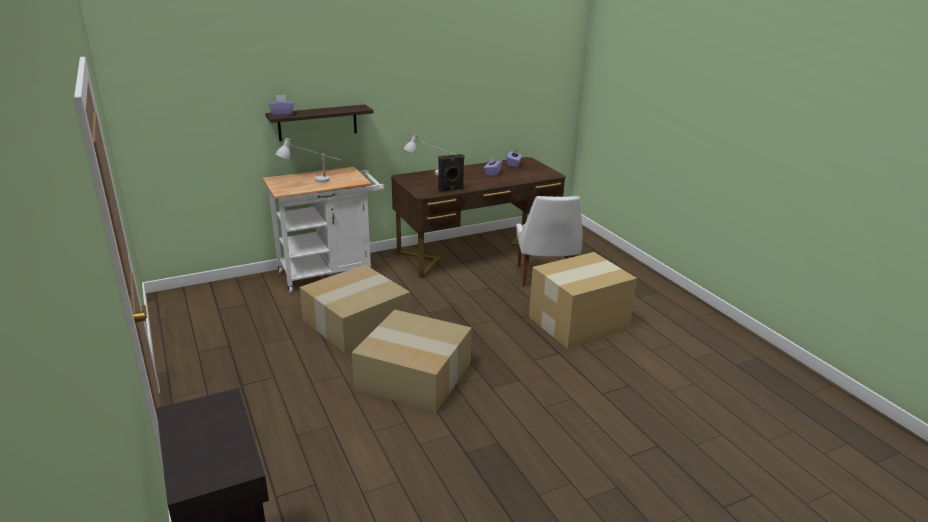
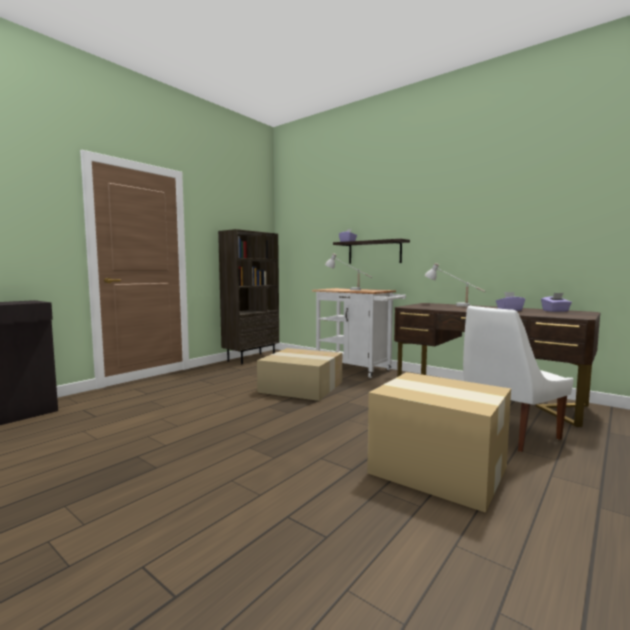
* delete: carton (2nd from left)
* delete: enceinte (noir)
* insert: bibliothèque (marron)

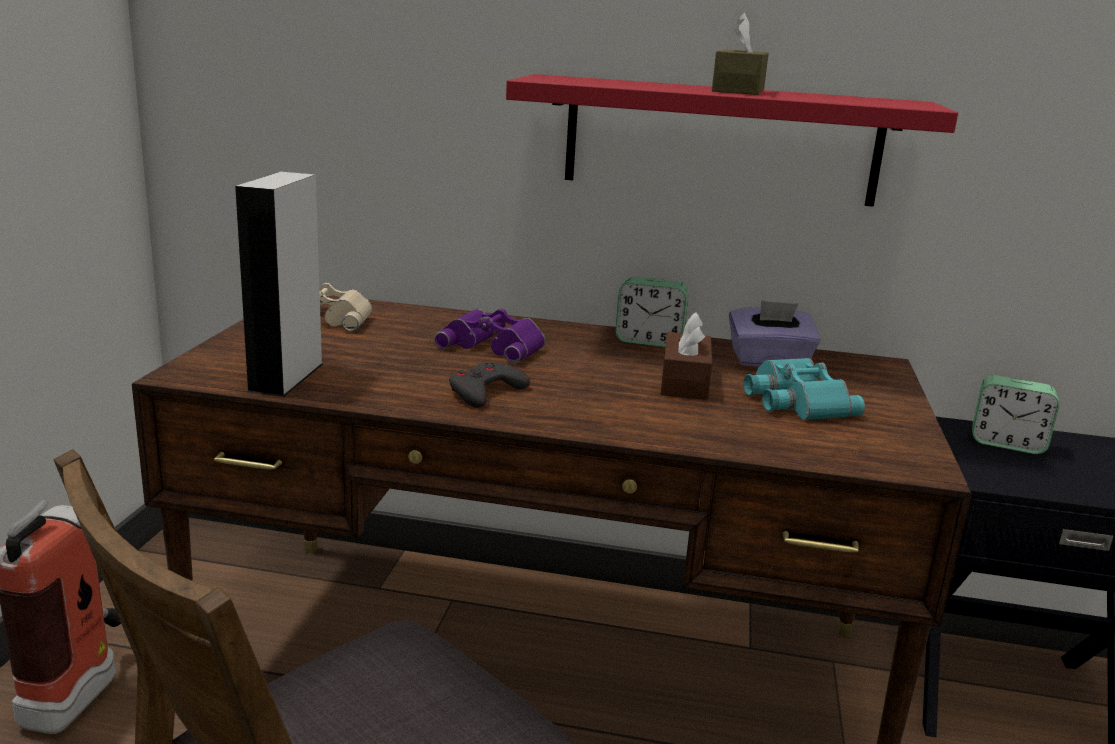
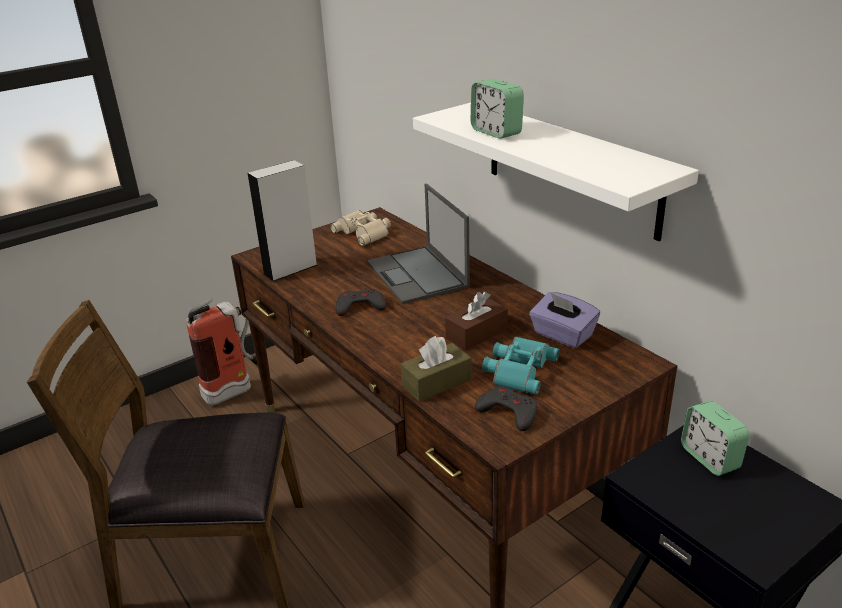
* replace: jumelles (violet) to ordinateur portable
* recolor: étagère (rouge) to étagère (blanc)
* move: réveil (1st from left)
* move: boîte à mouchoirs (marron) (2nd from left in the first image) to boîte à mouchoirs (marron) (1st from left)
* insert: manette (gris) (2nd from left)

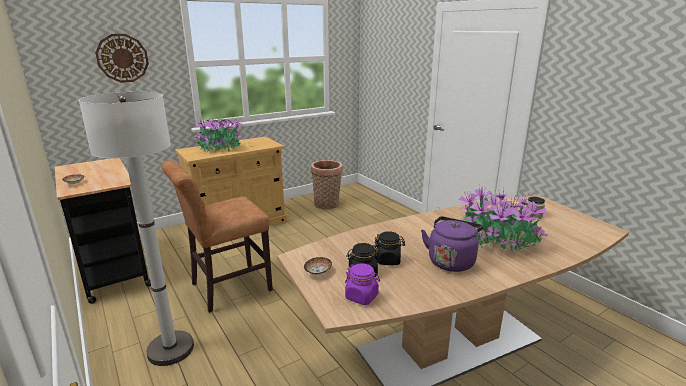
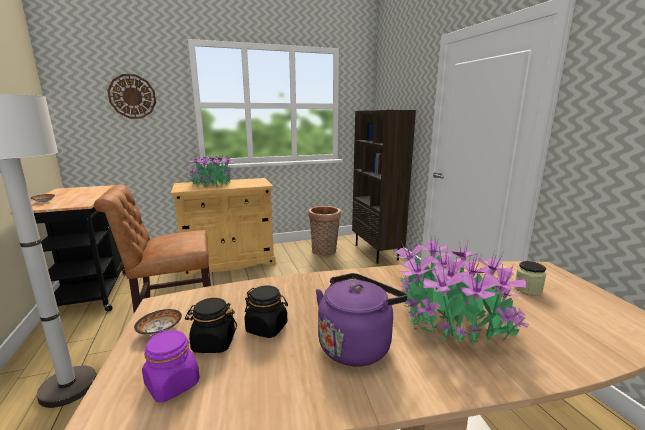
* insert: bibliothèque (marron)

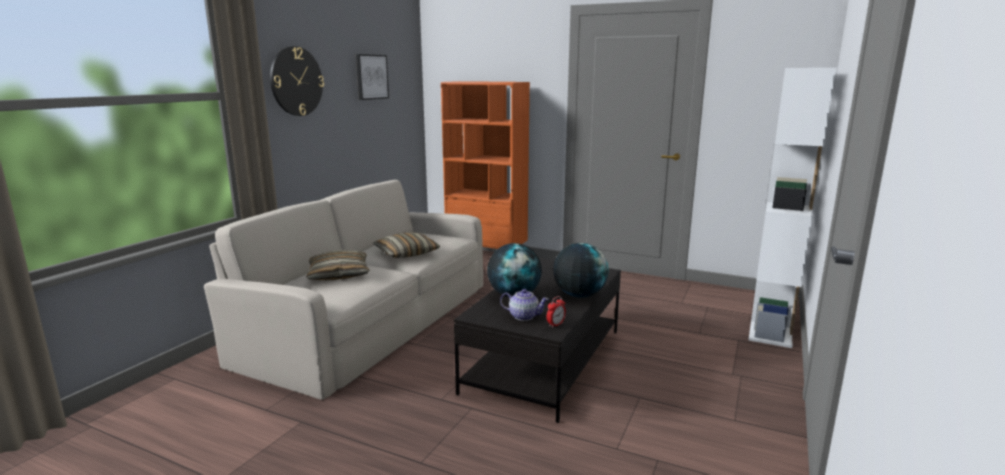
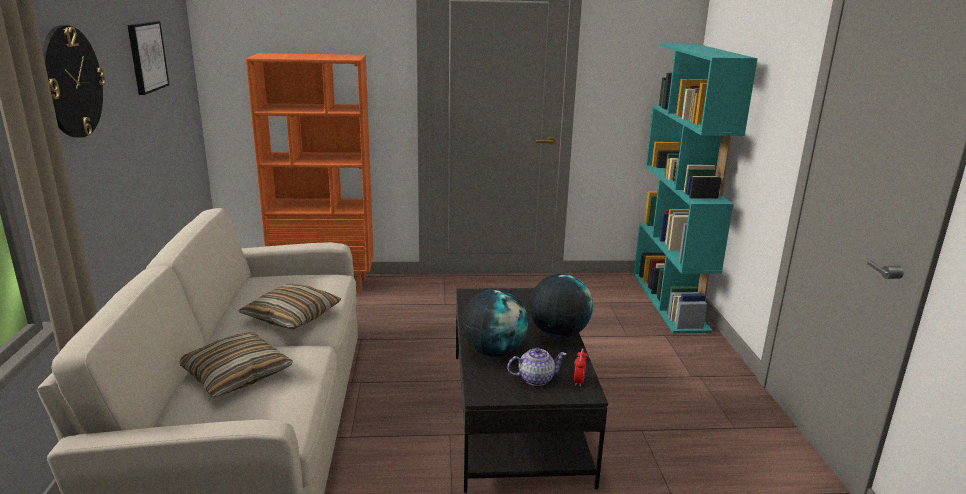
* recolor: bibliothèque (blanc) to bibliothèque (turquoise)

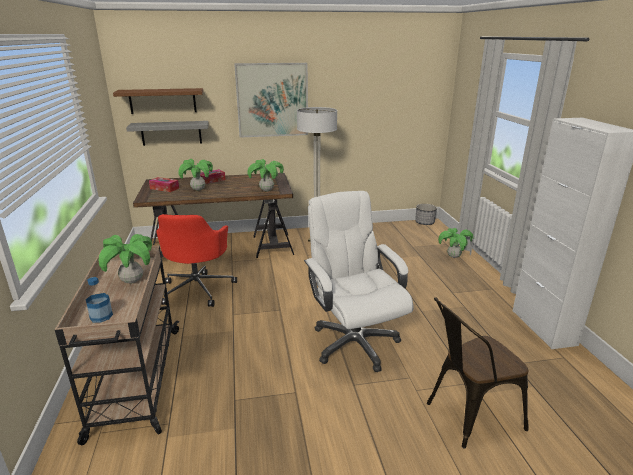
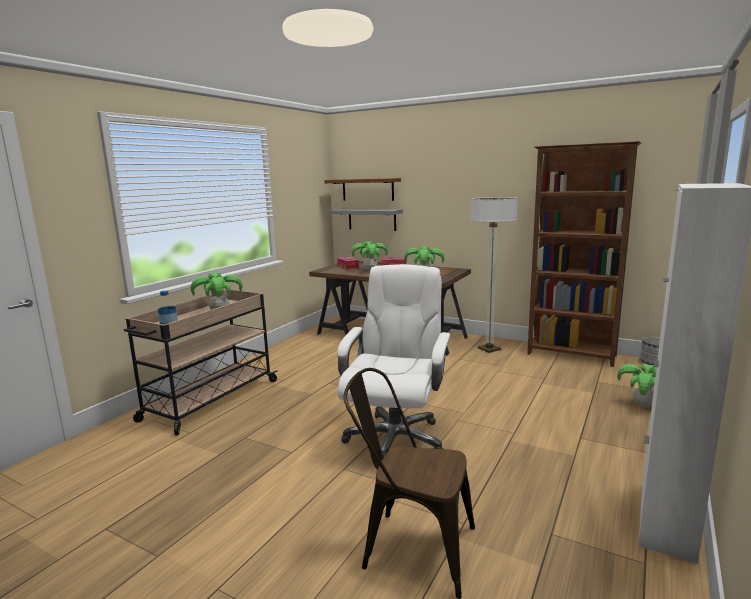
* delete: chaise de bureau (rouge)
* delete: tableau
* insert: bibliothèque (marron)

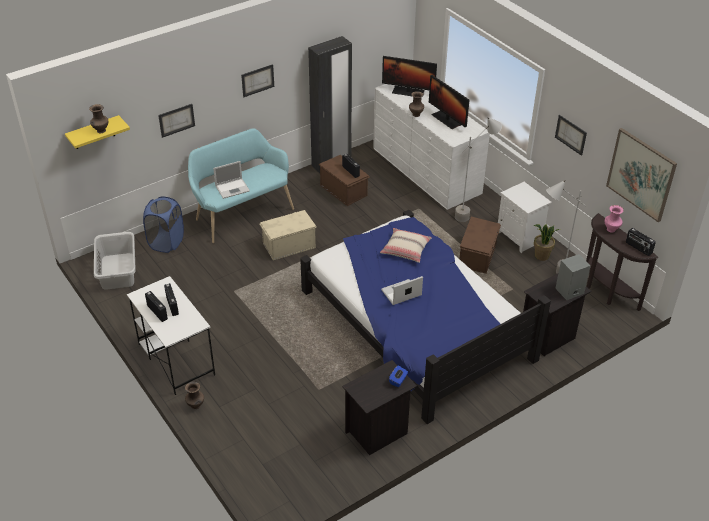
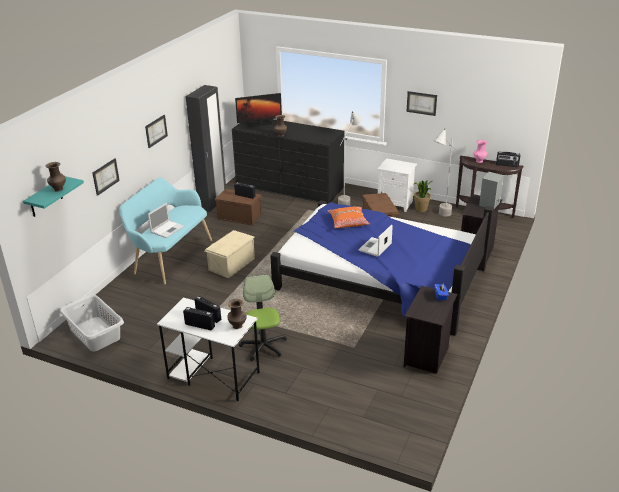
* recolor: étagère (jaune) to étagère (turquoise)
* delete: panier à linge (bleu)
* move: vase (marron) (2nd from left)
* recolor: commode (blanc) to commode (noir)
* recolor: coussin (beige) to coussin (orange)
* delete: écran d'ordinateur (2nd from left)
* delete: tableau (4th from left)
* insert: chaise de bureau

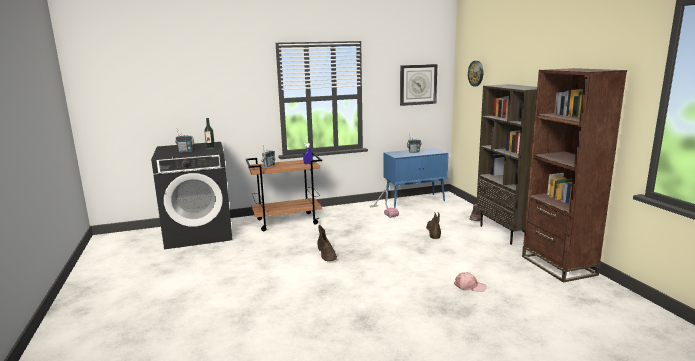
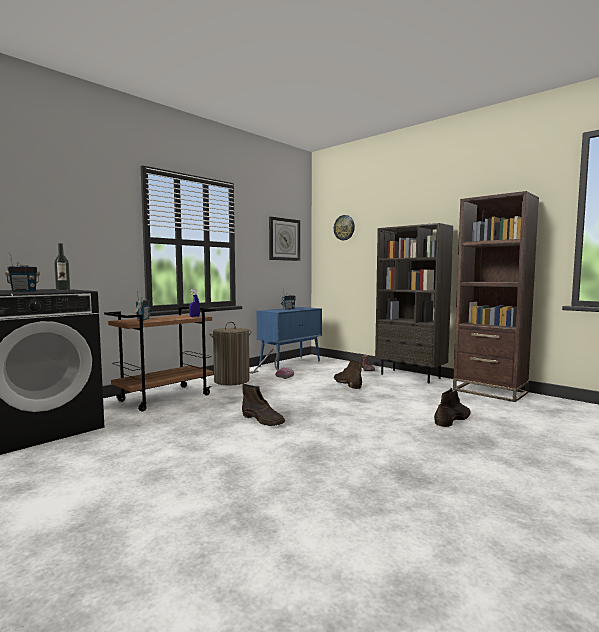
* replace: casquette (rose) to botte (marron) (4th from left)
* insert: panier à linge

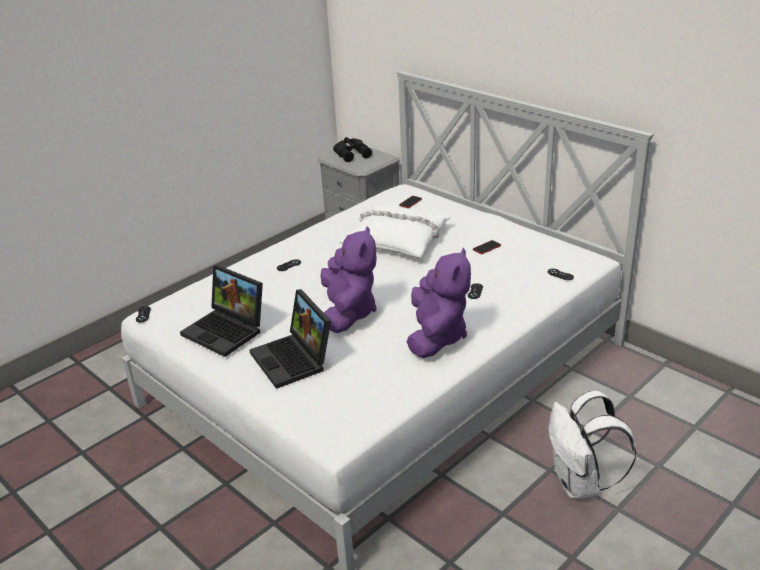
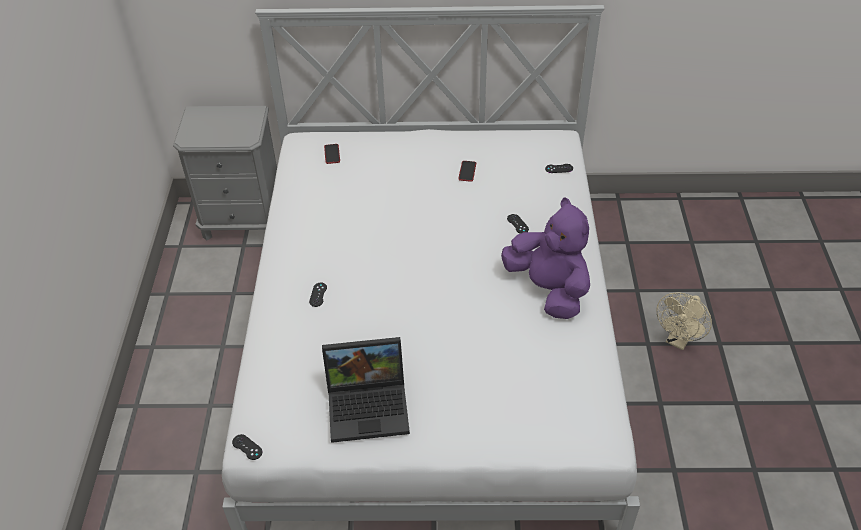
* delete: ordinateur portable (2nd from left)
* delete: peluche (violet) (1st from left)
* delete: jumelles (noir)
* delete: coussin (blanc)
* replace: sac à dos (blanc) to ventilateur (beige)

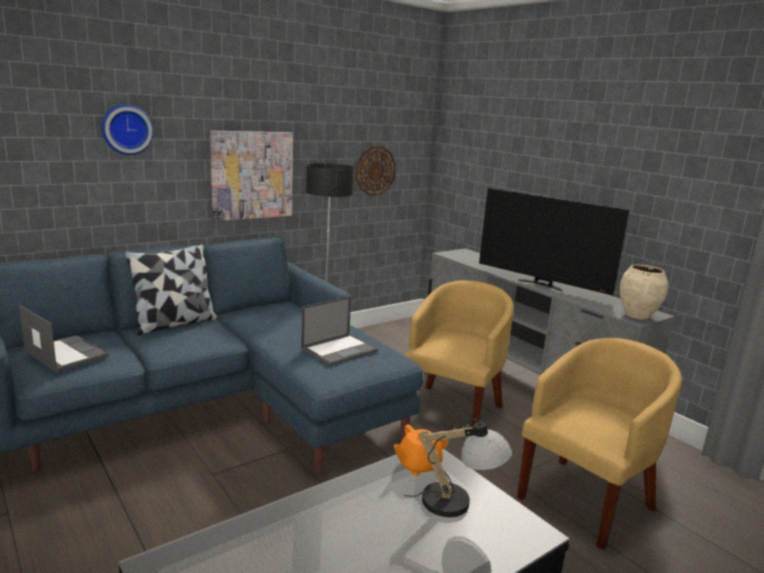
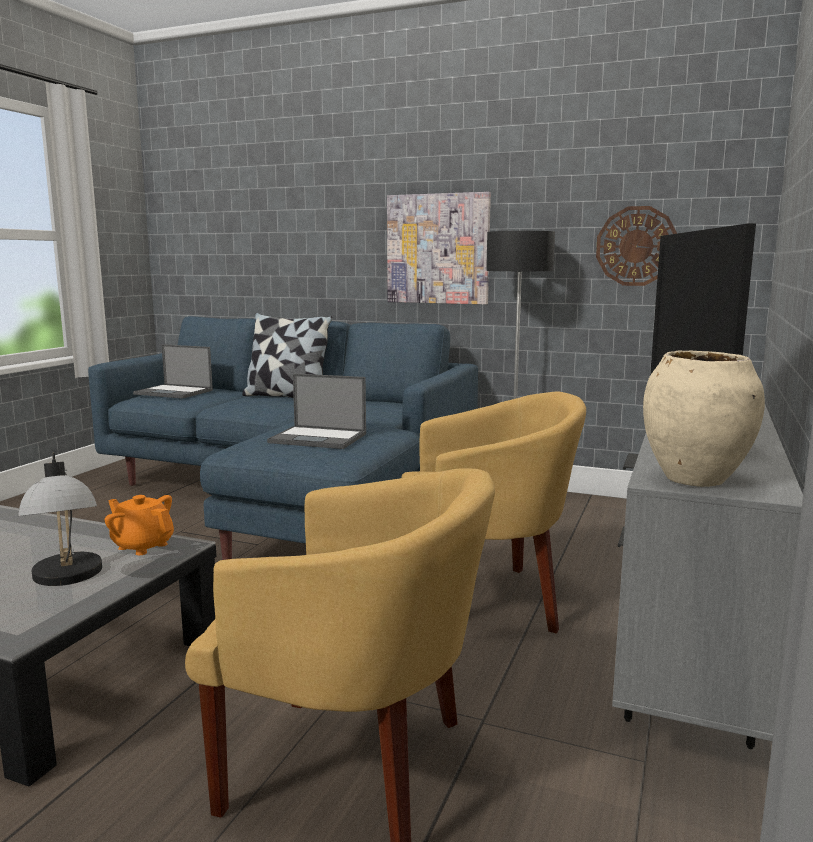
* rotate: ordinateur portable (1st from left) 105 degrees clockwise
* delete: horloge murale (1st from left)

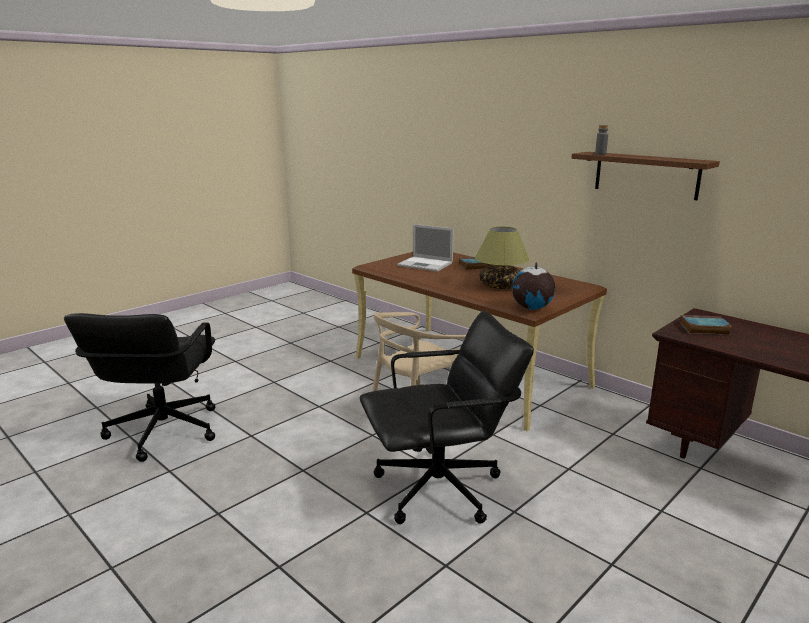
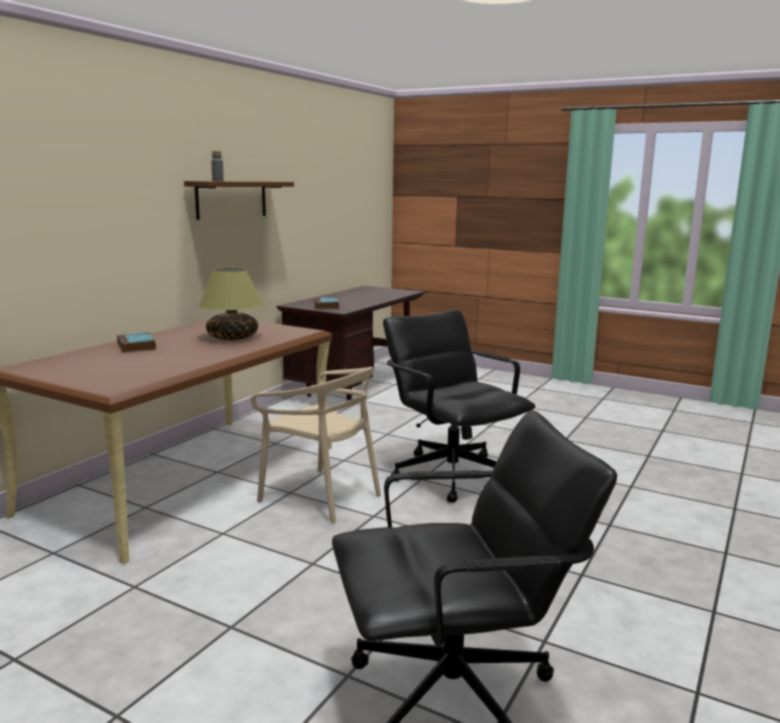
* delete: ordinateur portable
* delete: globe

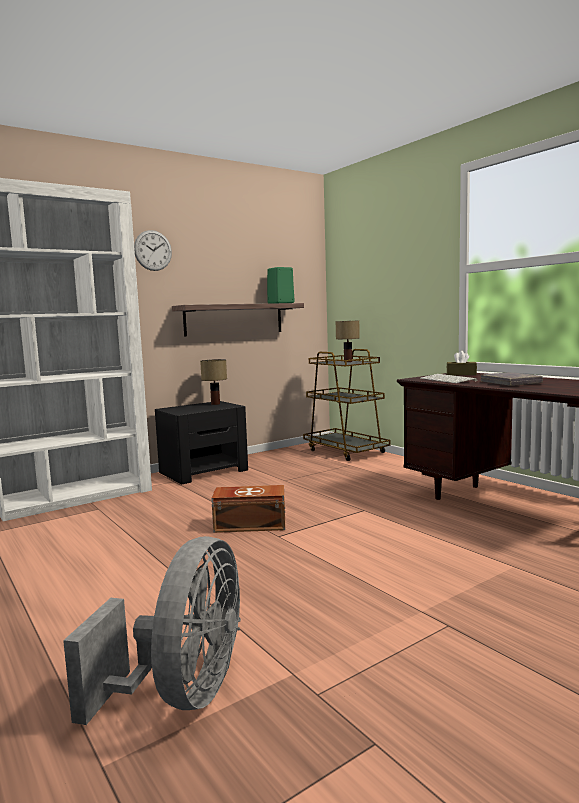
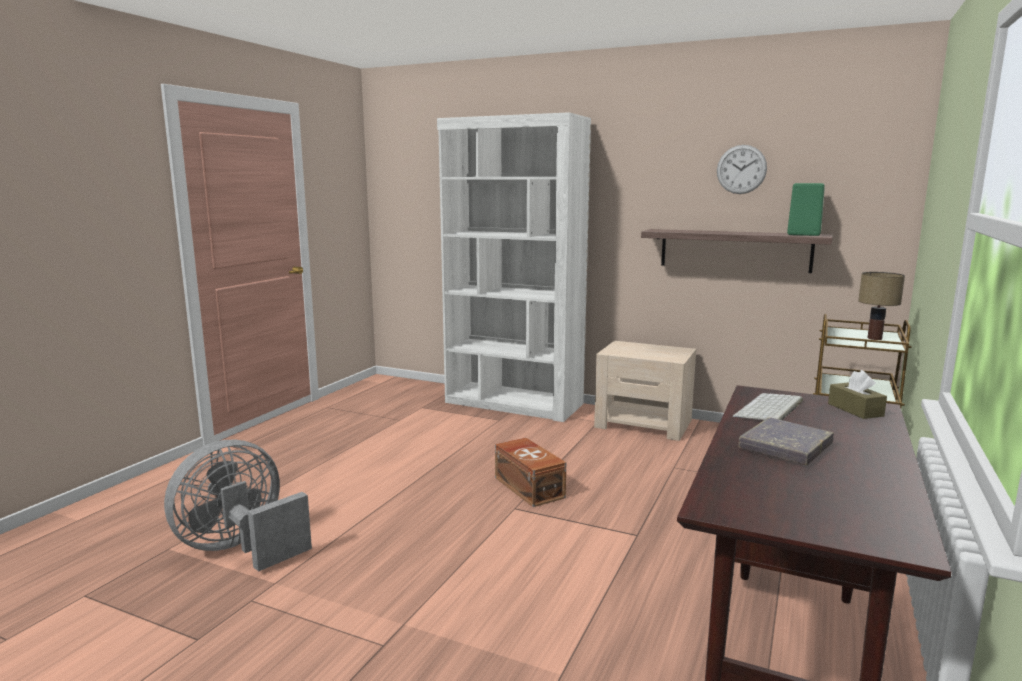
* rotate: ventilateur (gris) 150 degrees clockwise
* move: horloge murale
* recolor: table de chevet (noir) to table de chevet (beige)
* delete: lampe de table (1st from left)

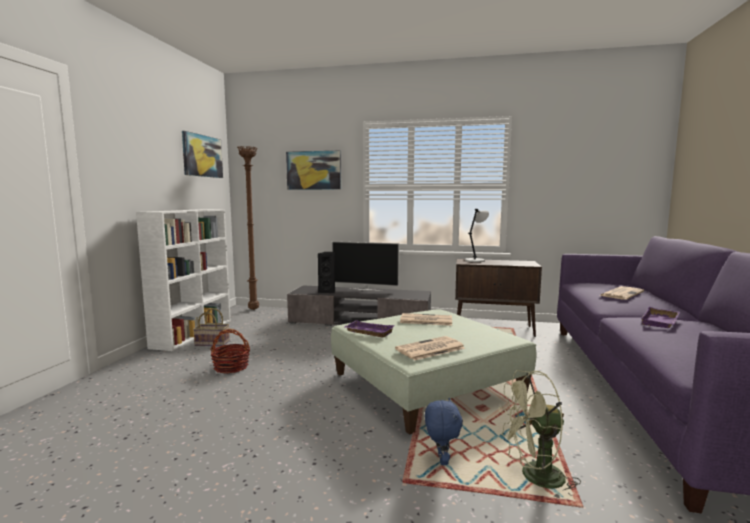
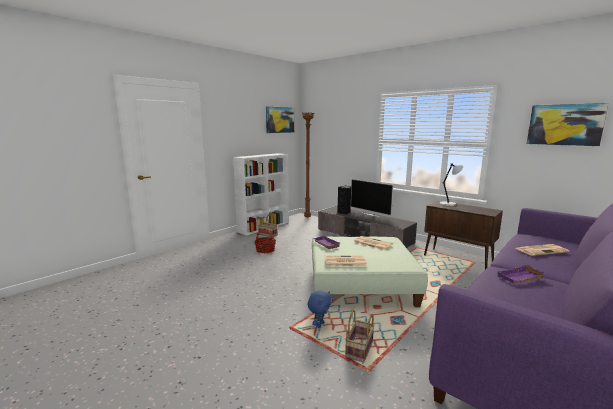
* move: tableau (2nd from left)
* replace: ventilateur (vert) to panier (3rd from left)

